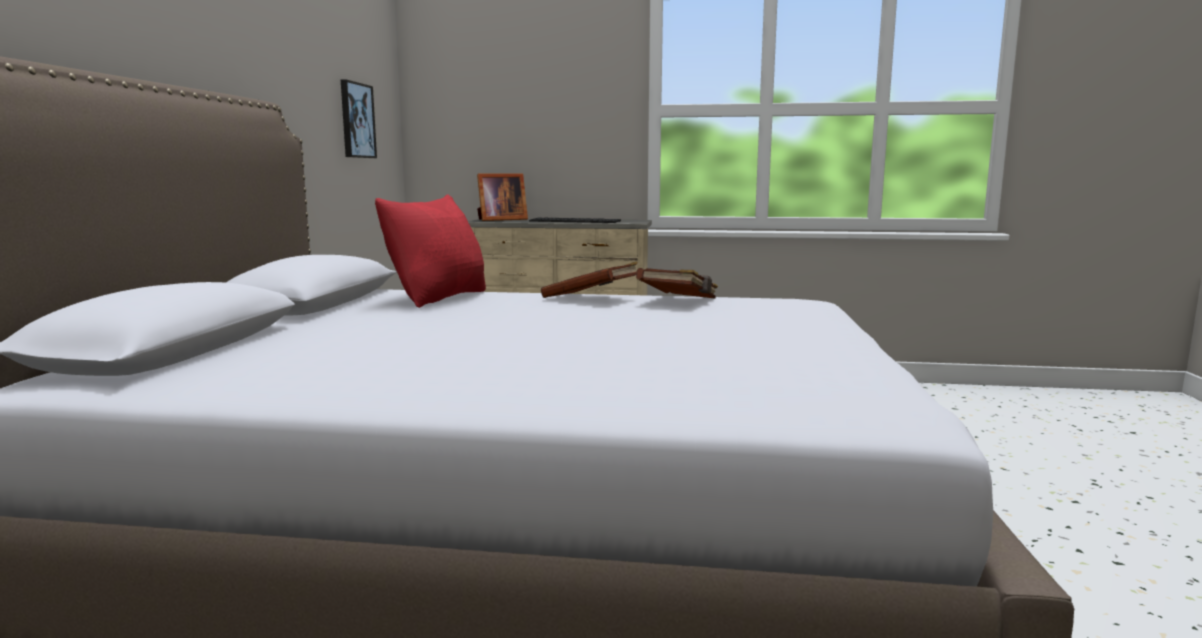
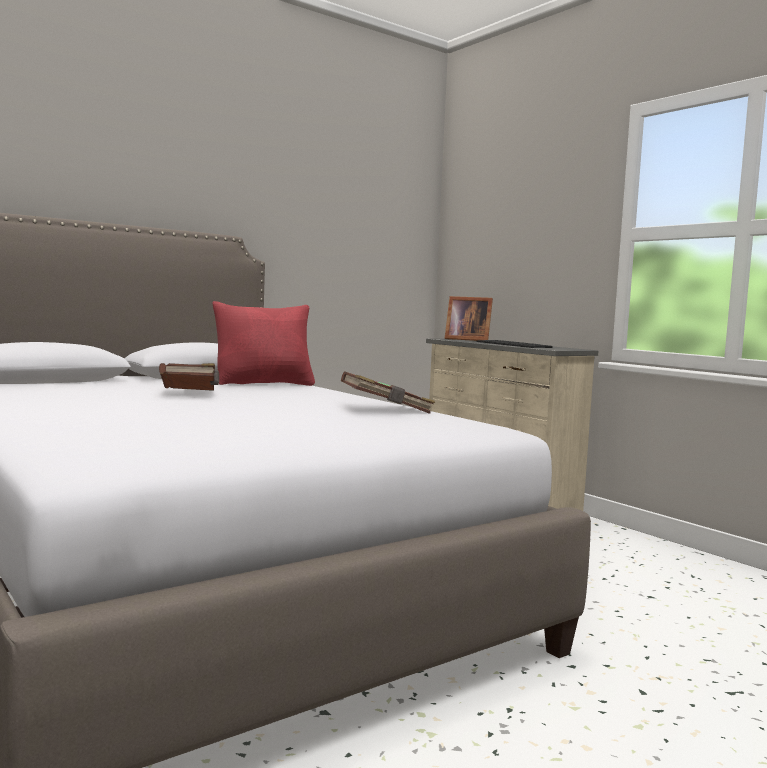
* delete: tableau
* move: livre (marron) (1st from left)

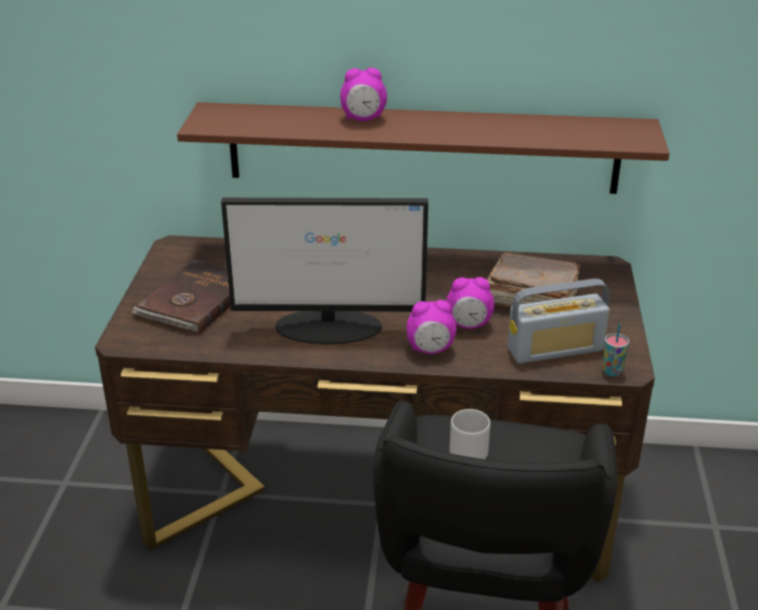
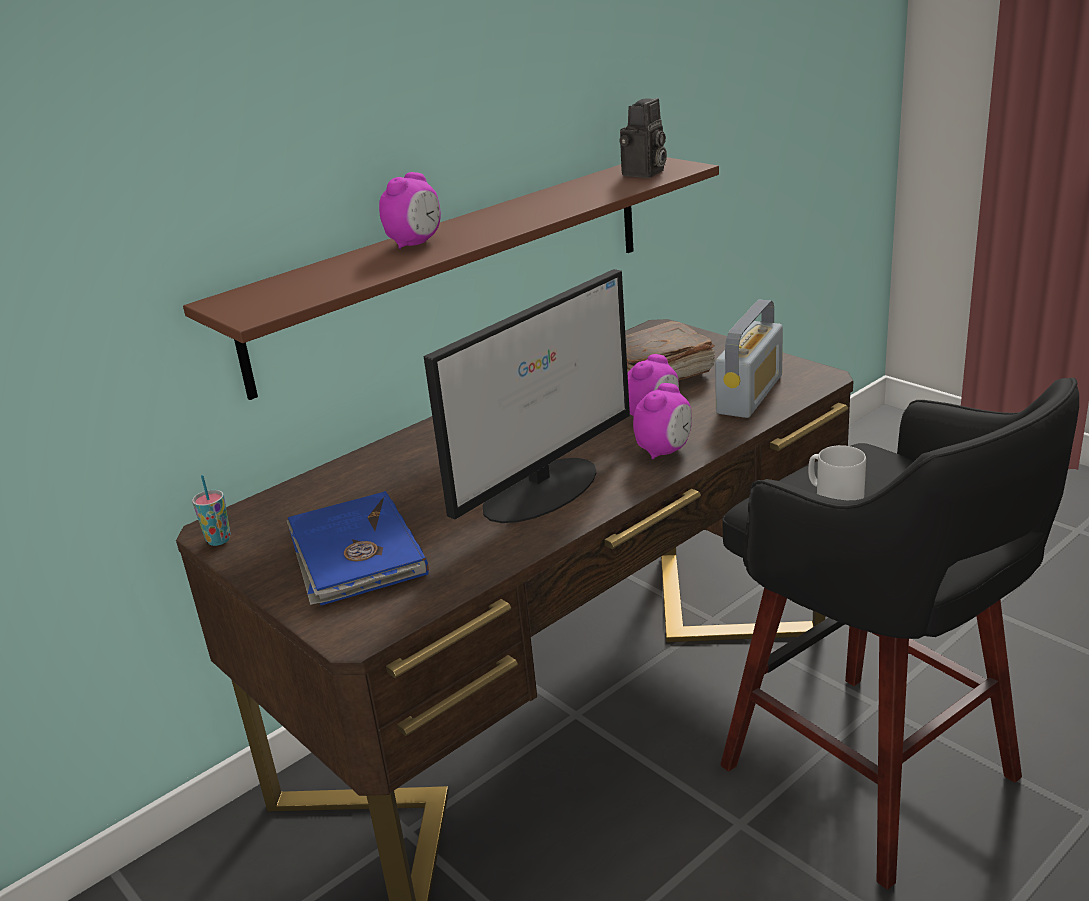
* recolor: livre (marron) (1st from left) to livre (bleu)
* move: tasse
* insert: appareil photo

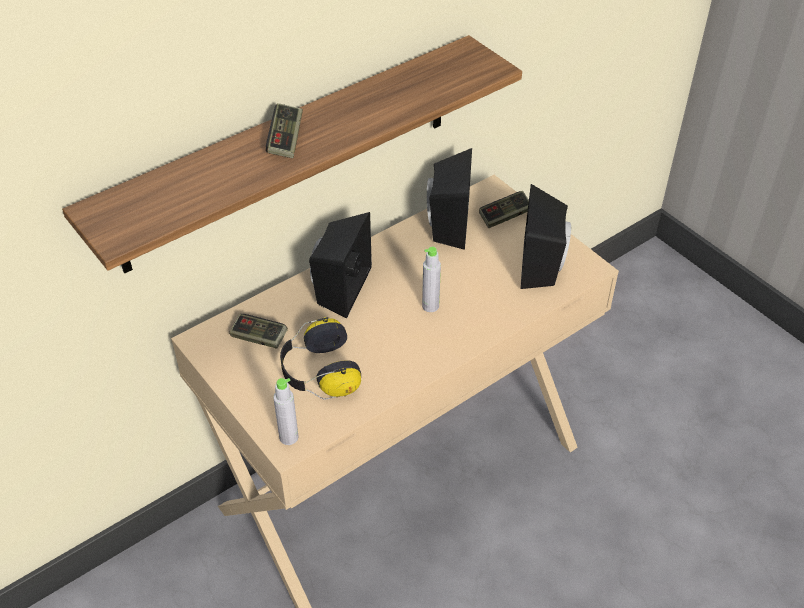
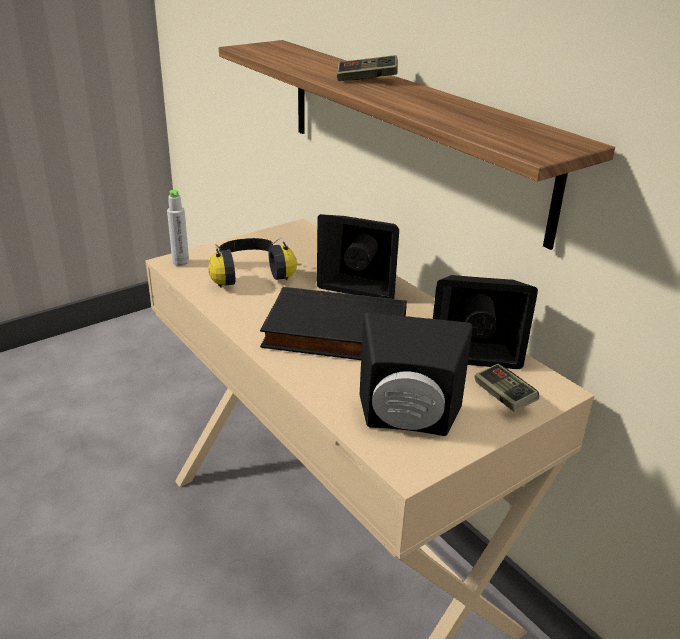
* delete: manette (1st from left)
* replace: bouteille (gris) (2nd from left) to livre (noir)

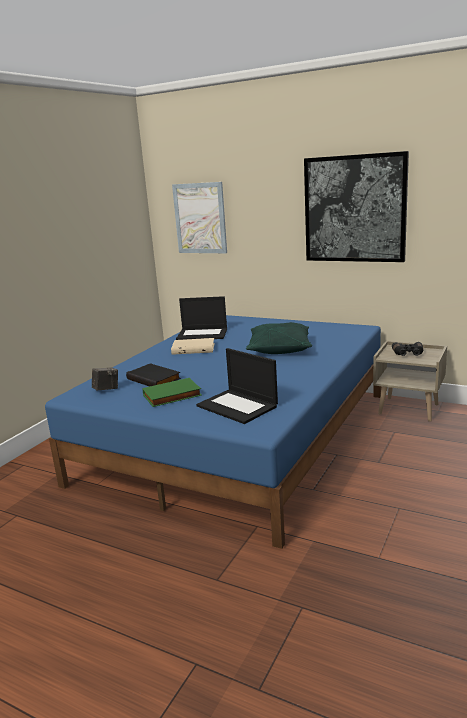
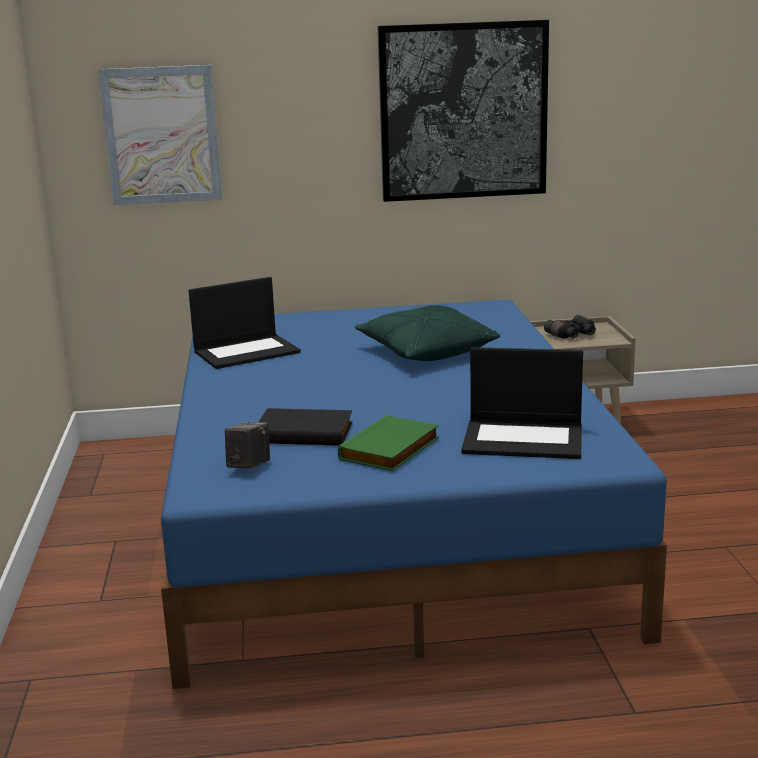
* delete: livre (beige)

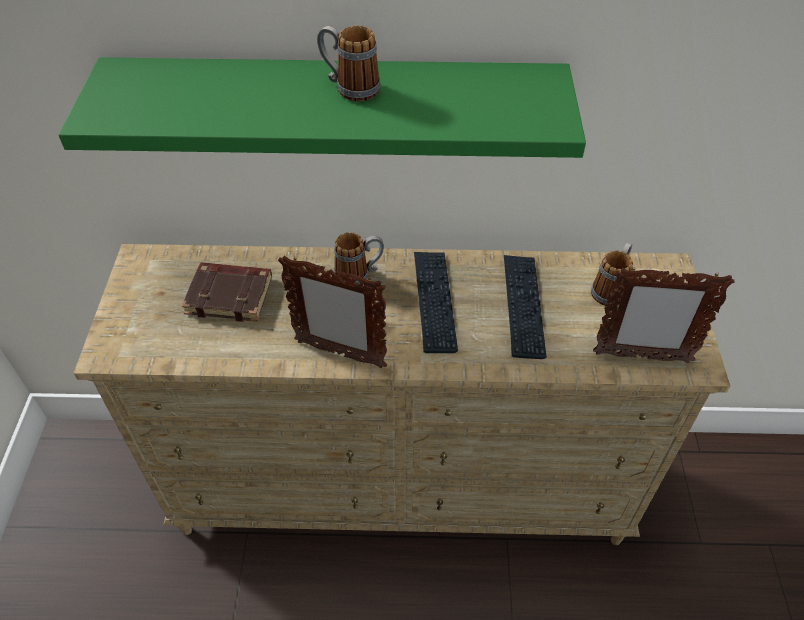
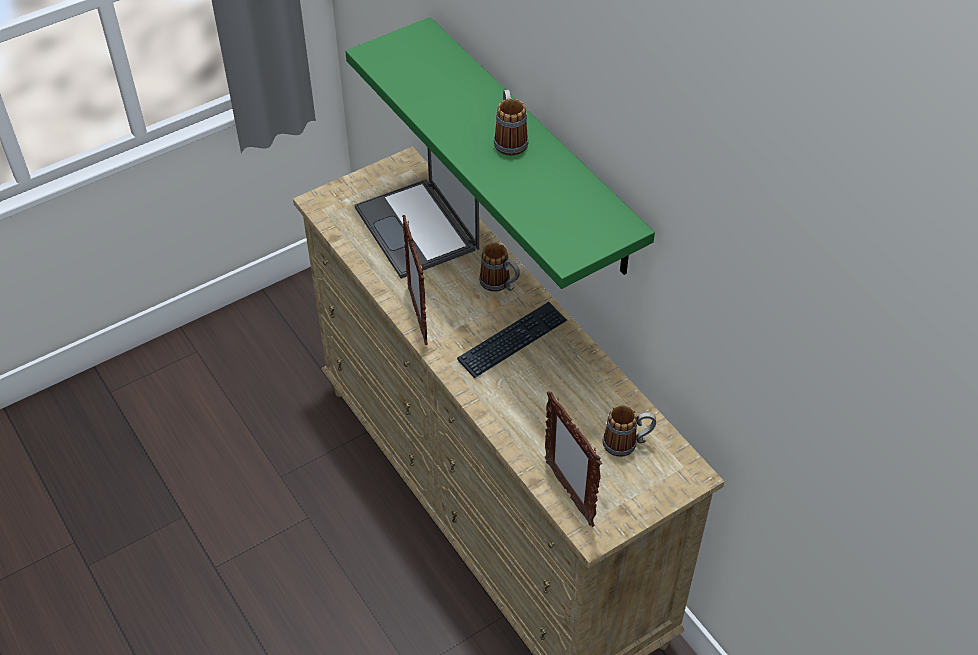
* replace: livre (marron) to ordinateur portable
* delete: clavier (2nd from left)

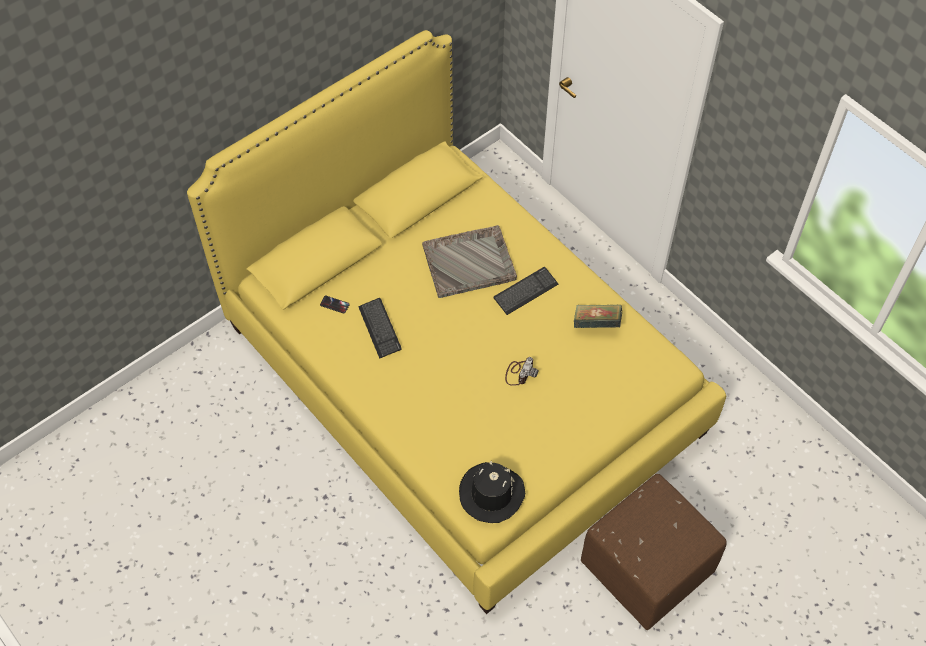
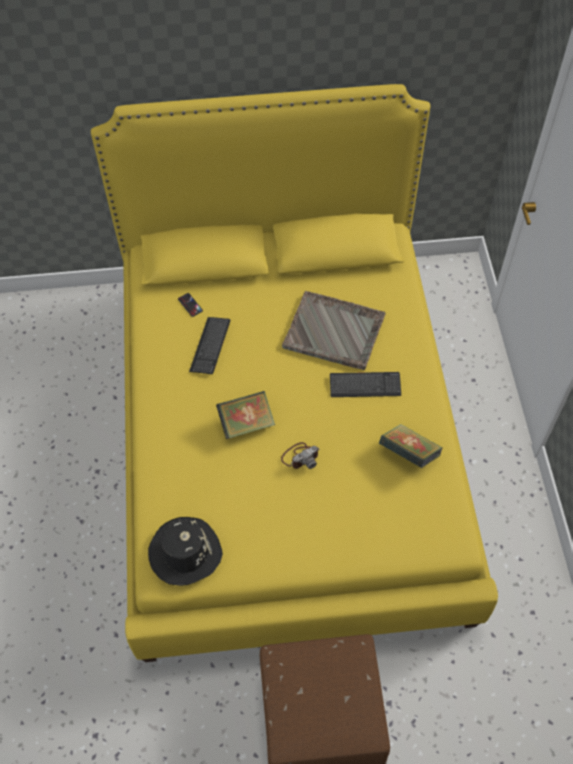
* insert: livre (1st from left)

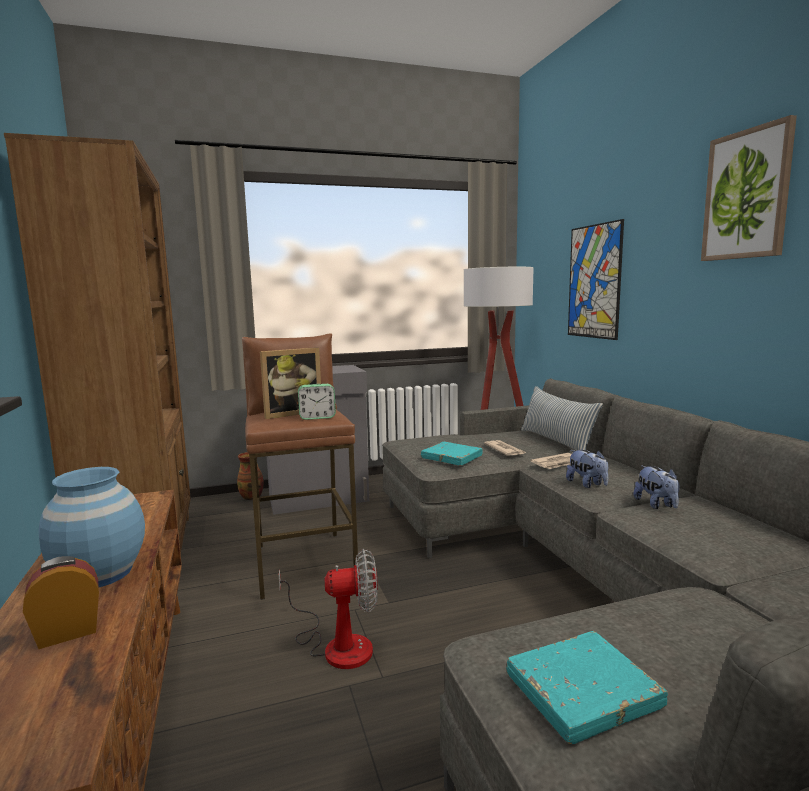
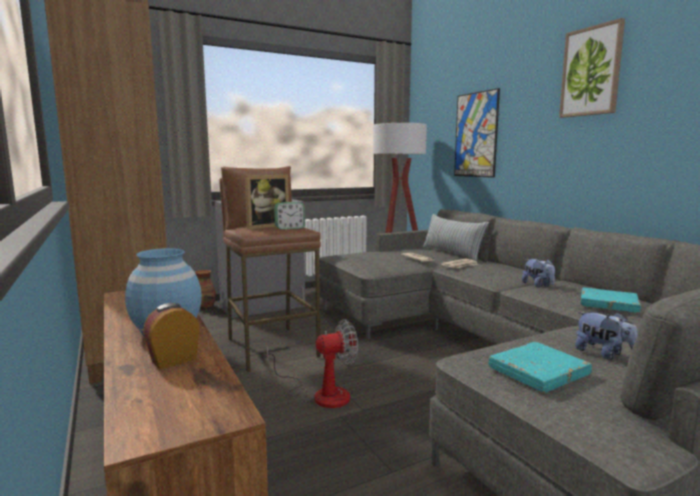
* move: livre (turquoise) (1st from left in the first image) to livre (turquoise) (2nd from left)
* move: peluche (1st from left in the first image) to peluche (2nd from left)

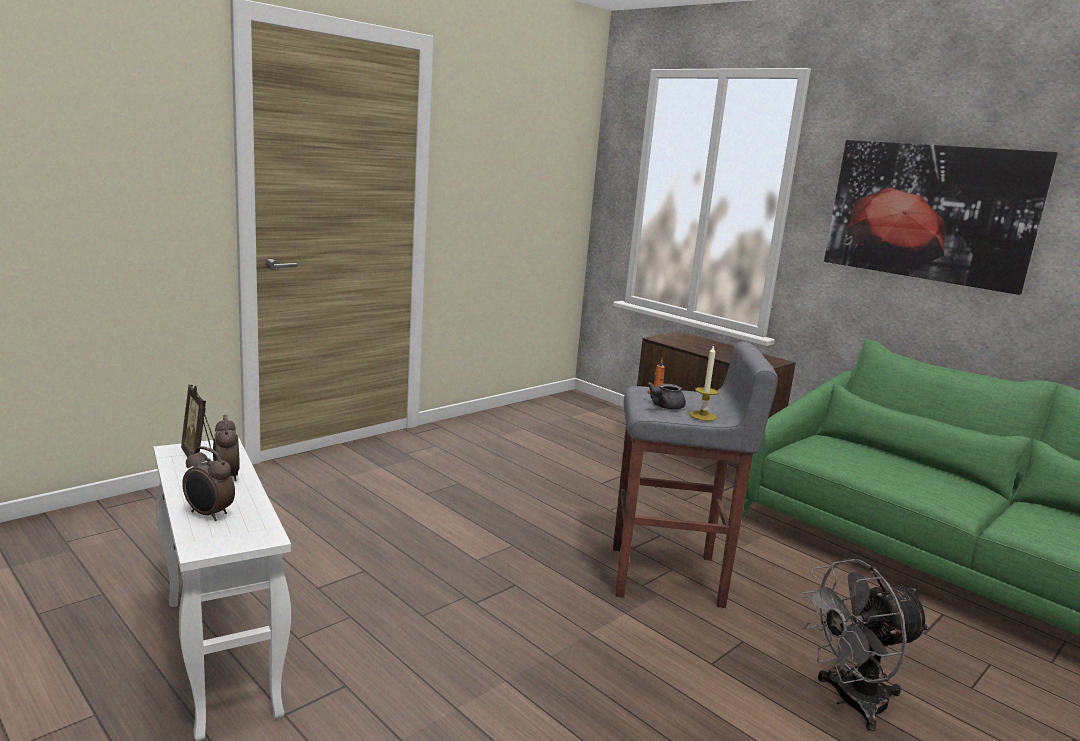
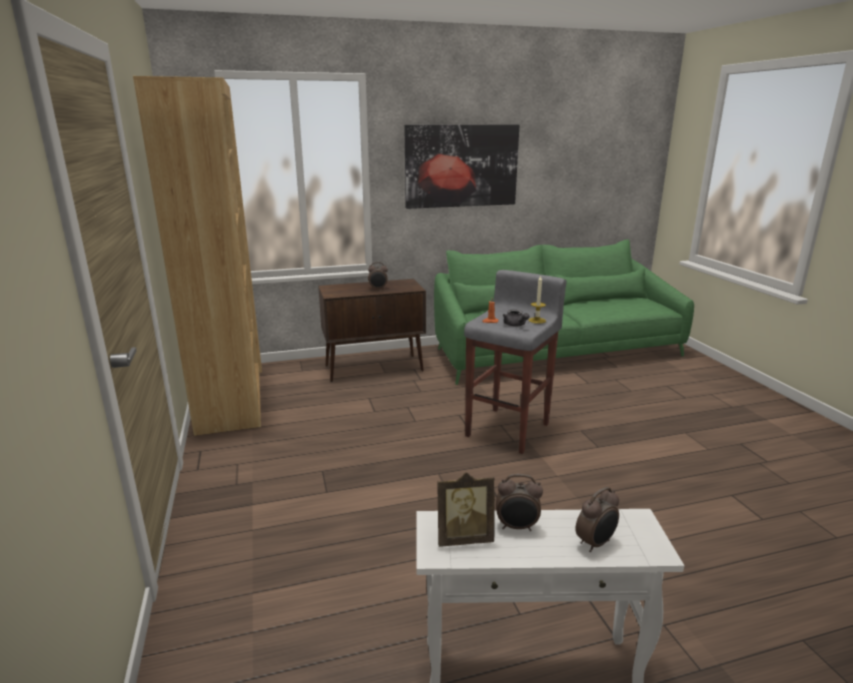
* delete: ventilateur (gris)
* insert: bibliothèque (marron)
* insert: réveil (1st from left)

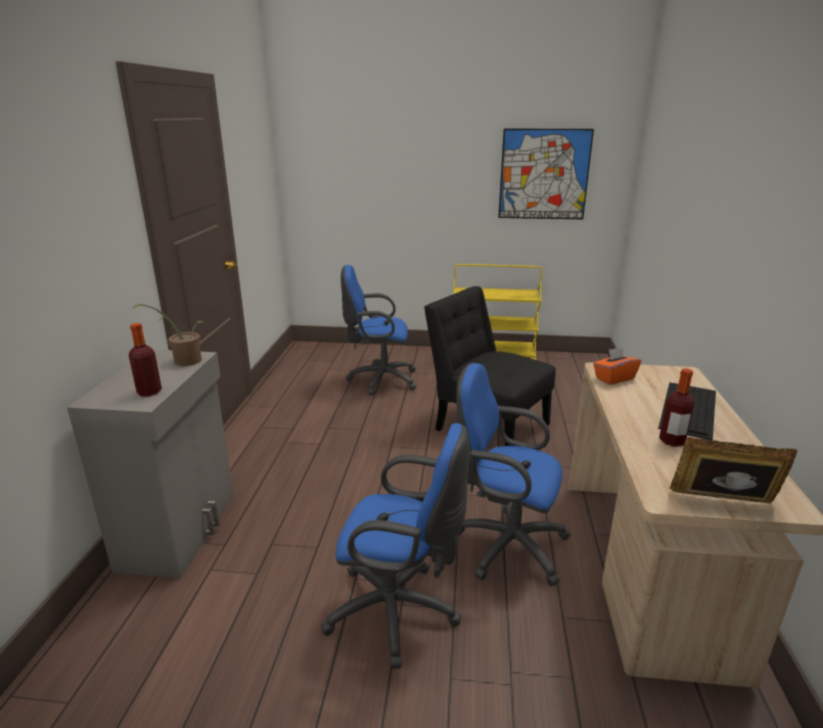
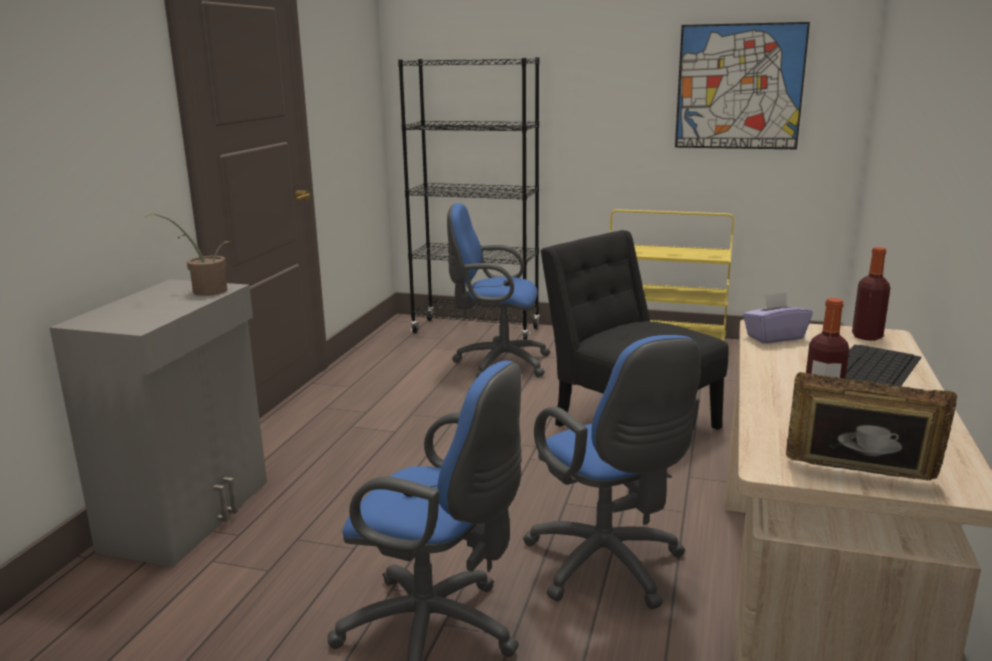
* move: bouteille (1st from left in the first image) to bouteille (2nd from left)
* rotate: chaise de bureau (bleu) (3rd from left) 150 degrees counterclockwise
* recolor: boîte à mouchoirs (orange) to boîte à mouchoirs (violet)
* insert: bibliothèque (noir)

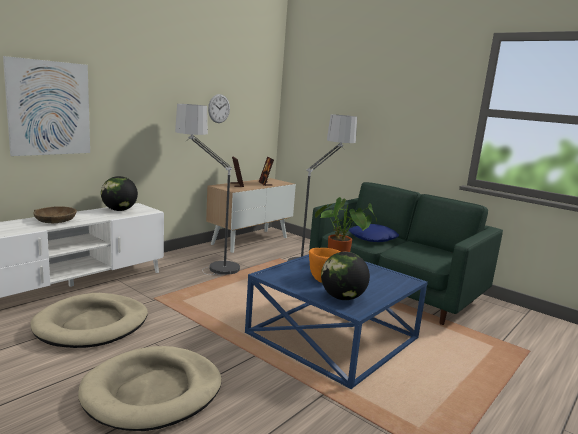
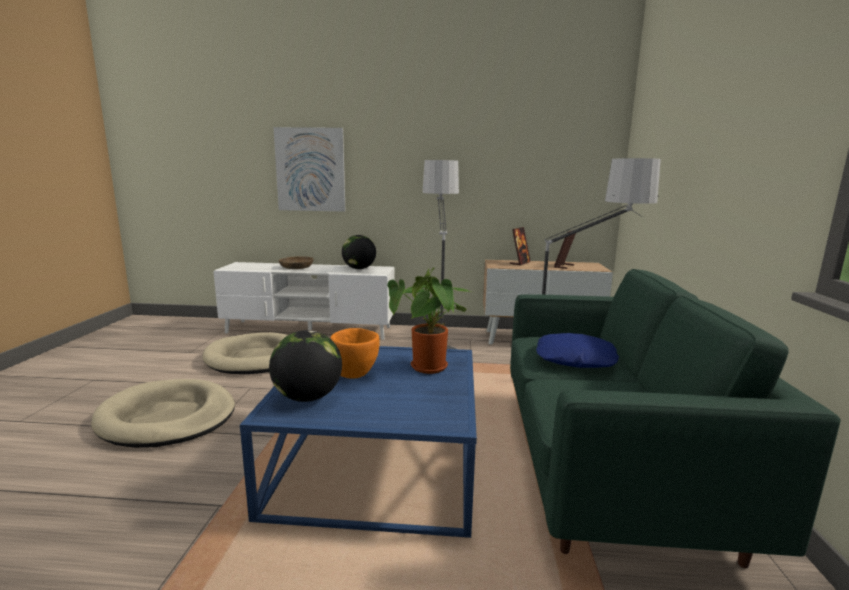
* delete: horloge murale

